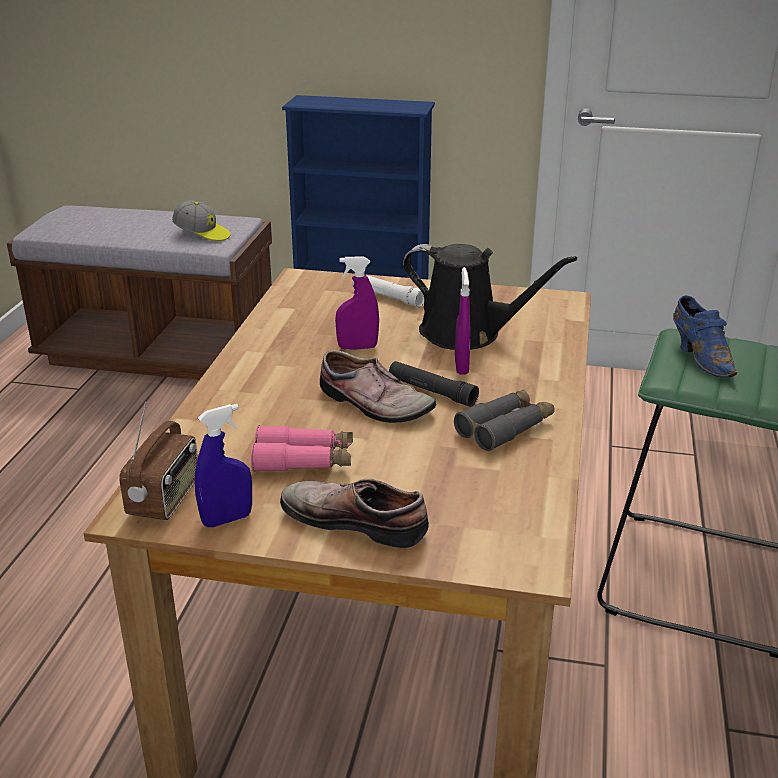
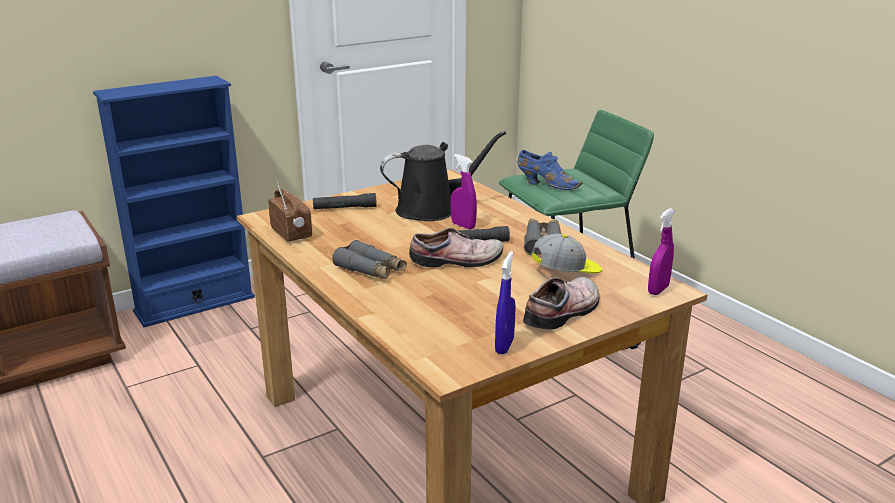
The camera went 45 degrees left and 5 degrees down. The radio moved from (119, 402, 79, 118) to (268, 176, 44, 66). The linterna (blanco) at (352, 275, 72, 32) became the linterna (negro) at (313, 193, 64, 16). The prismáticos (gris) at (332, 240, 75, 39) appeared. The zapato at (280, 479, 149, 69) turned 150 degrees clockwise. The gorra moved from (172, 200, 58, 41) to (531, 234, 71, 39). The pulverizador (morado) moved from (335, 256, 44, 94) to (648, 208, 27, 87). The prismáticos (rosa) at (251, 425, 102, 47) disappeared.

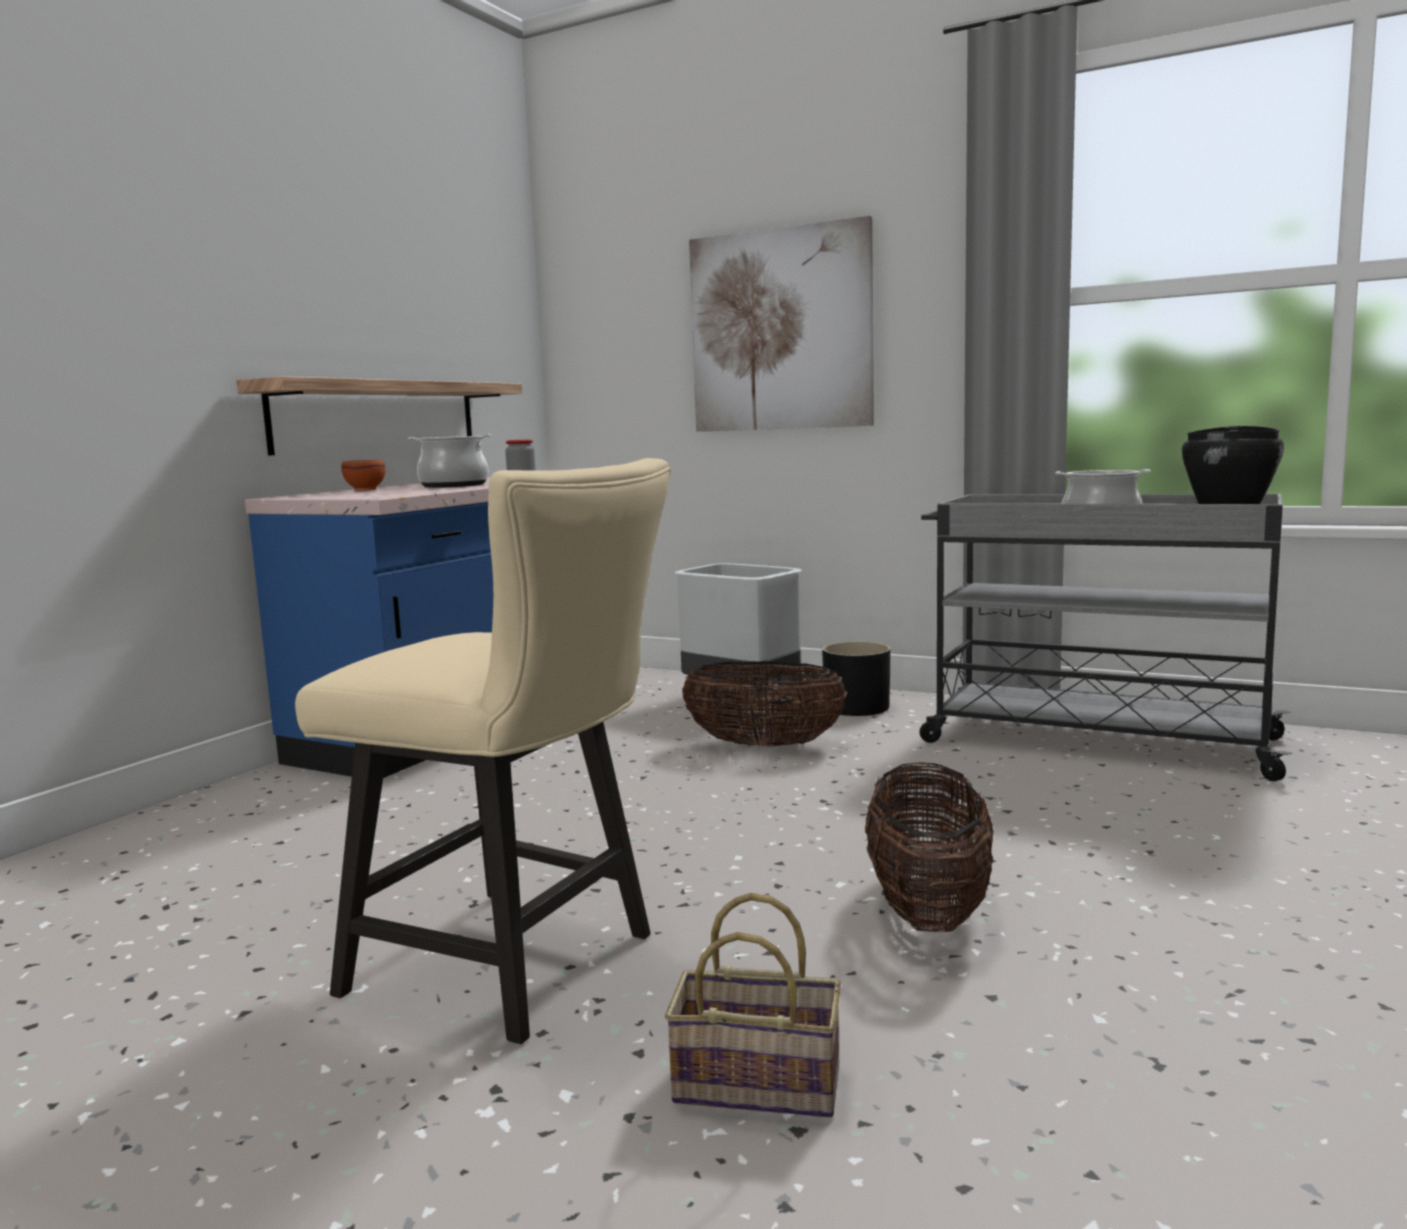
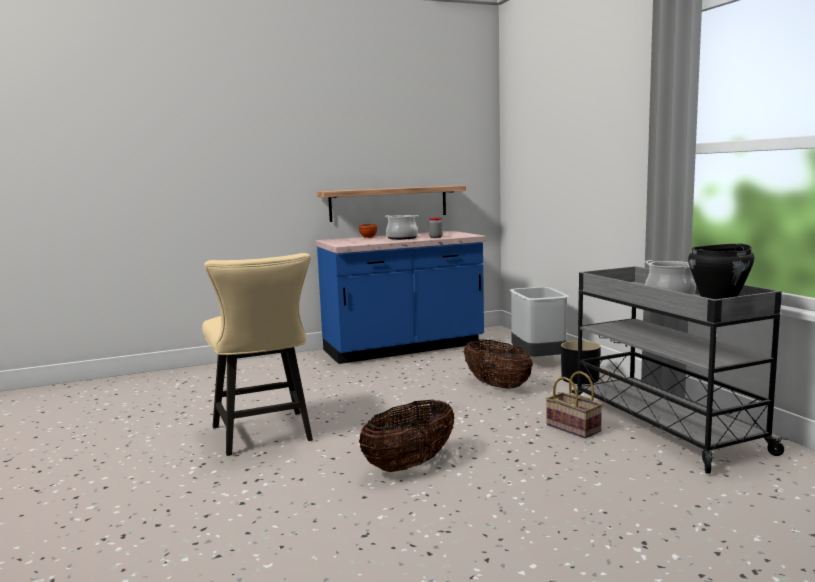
The camera went 40 degrees right and 0 degrees up. The cesta moved from (665, 893, 176, 225) to (546, 371, 57, 67). The cuadro at (689, 216, 185, 216) disappeared.

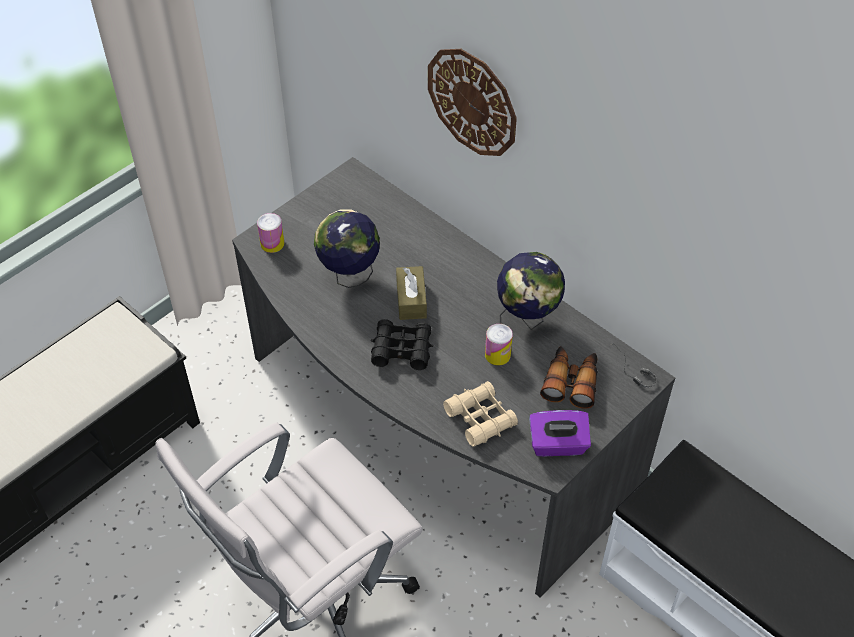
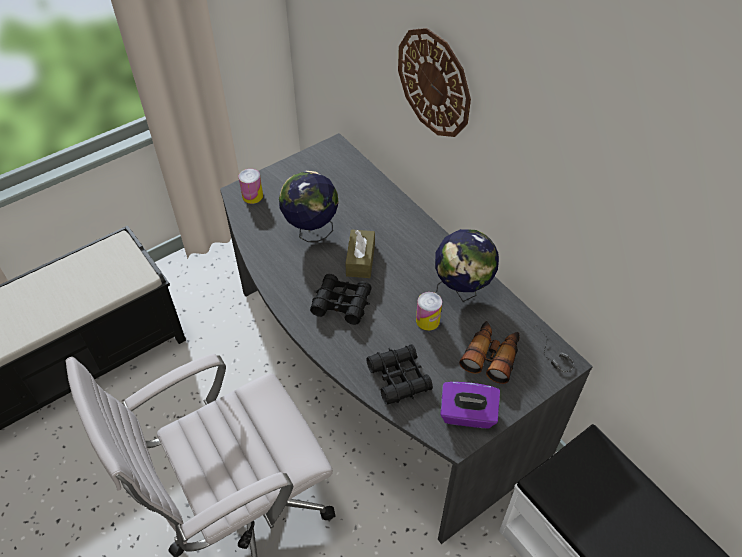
The camera went 10 degrees right and 0 degrees up. The prismáticos (beis) at (443, 381, 75, 65) became the prismáticos (negro) at (367, 344, 66, 61).

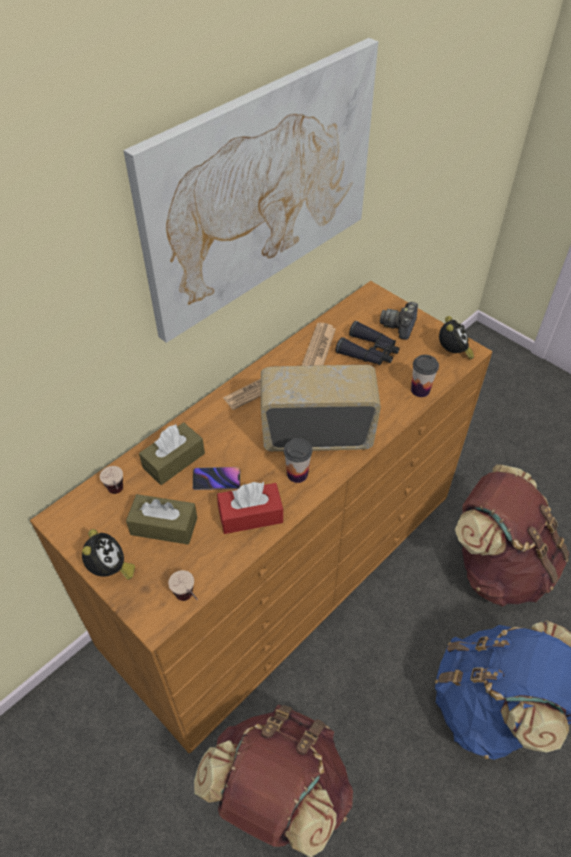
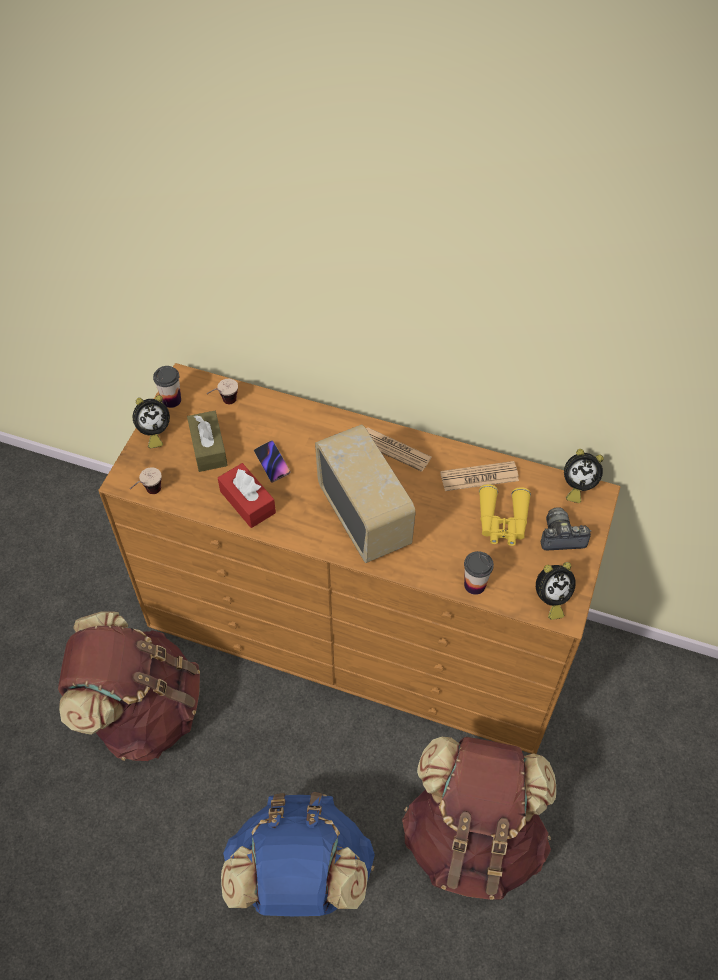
The camera went 65 degrees right and 5 degrees up. The taza moved from (284, 438, 28, 45) to (153, 366, 28, 42). The prismáticos (negro) at (336, 321, 64, 44) became the prismáticos (amarillo) at (479, 484, 52, 62). The despertador at (564, 449, 40, 54) appeared. The cuadro at (123, 38, 255, 305) disappeared. The caja de pañuelos (marrón) at (139, 422, 66, 63) disappeared.

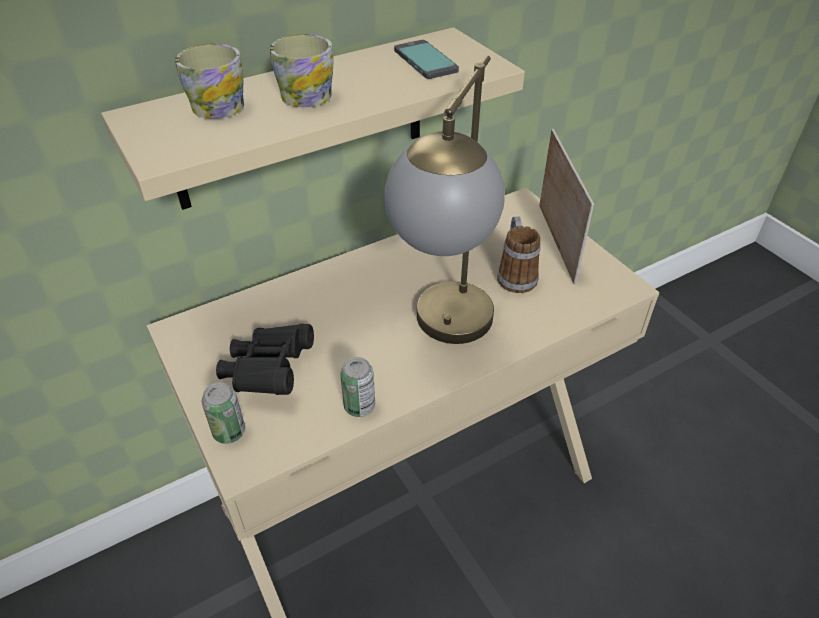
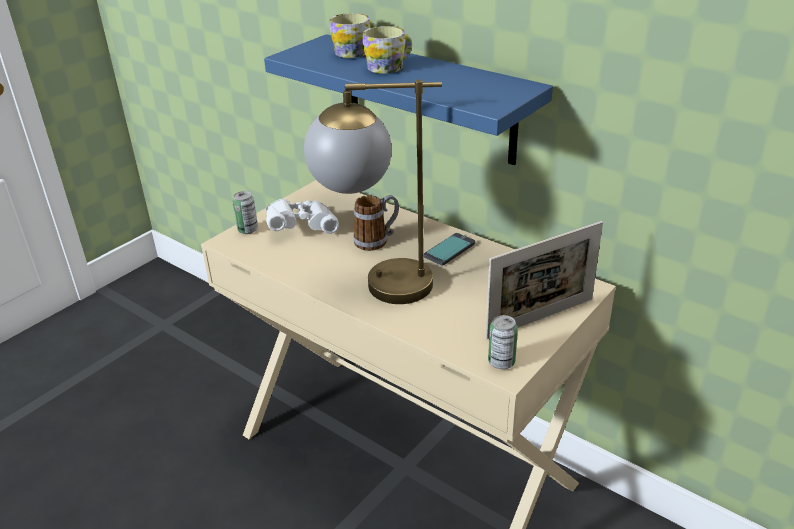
The camera went 70 degrees right and 10 degrees down. The estante (beis) at (101, 27, 424, 183) became the estante (azul) at (264, 34, 289, 131). The prismáticos (negro) at (216, 324, 98, 71) became the prismáticos (blanco) at (266, 199, 73, 35). The taza grande moved from (497, 217, 44, 76) to (353, 195, 46, 56). The móvil moved from (394, 40, 65, 39) to (424, 233, 51, 33). The lata moved from (340, 357, 35, 60) to (488, 315, 30, 54).

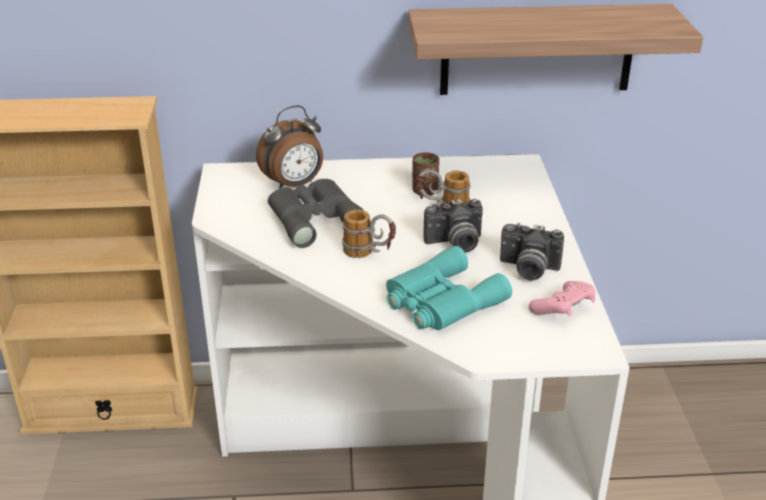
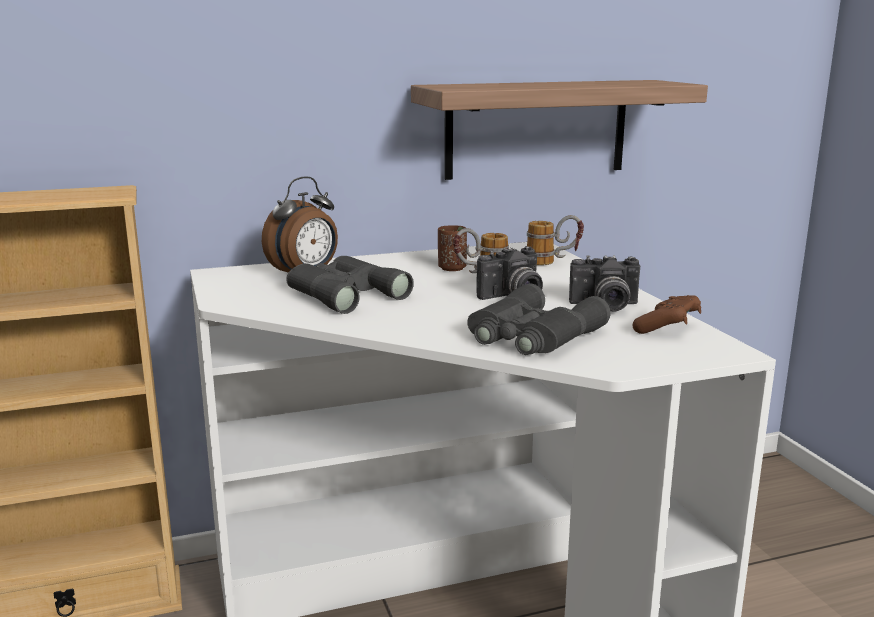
The camera went 15 degrees left and 15 degrees down. The prismáticos (turquesa) at (386, 246, 126, 84) became the prismáticos (gris) at (467, 284, 143, 71). The taza grande moved from (342, 209, 54, 49) to (527, 215, 57, 50). The mando de consola (rosa) at (529, 281, 66, 36) became the mando de consola (marrón) at (632, 295, 69, 39).

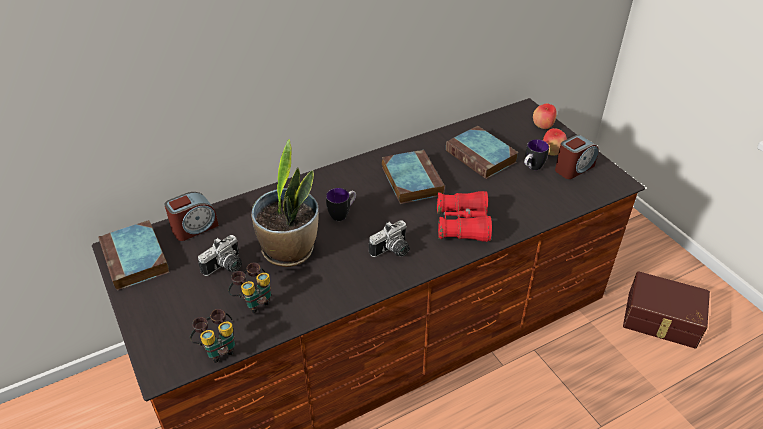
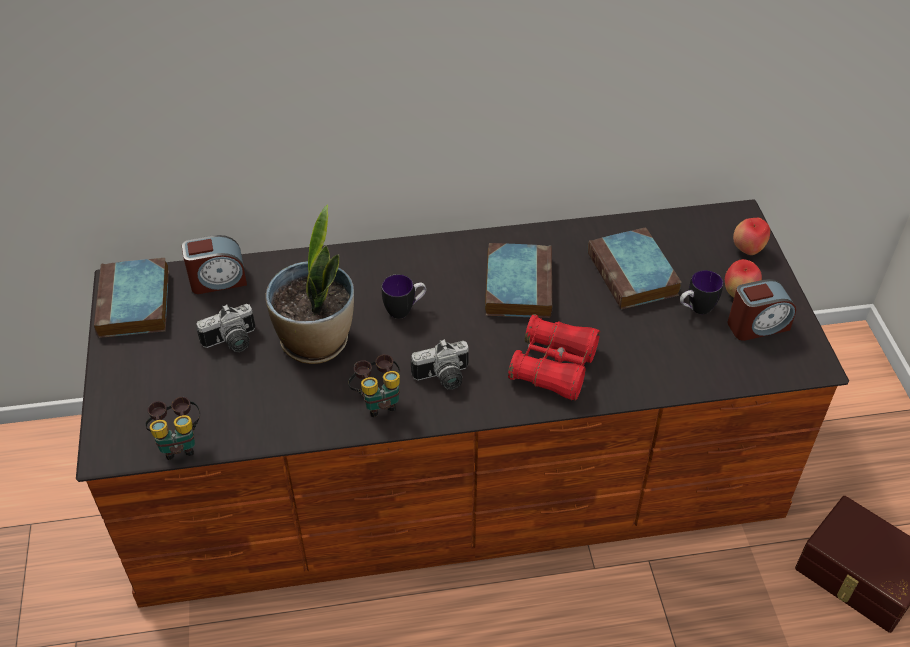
The camera went 20 degrees right and 5 degrees up. The prismáticos moved from (228, 262, 43, 52) to (348, 354, 52, 63).

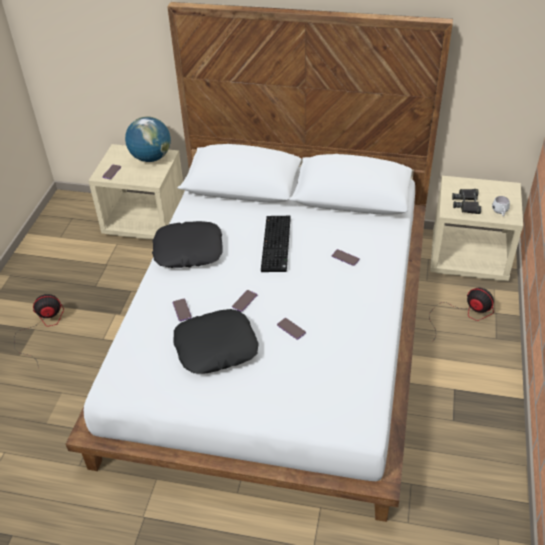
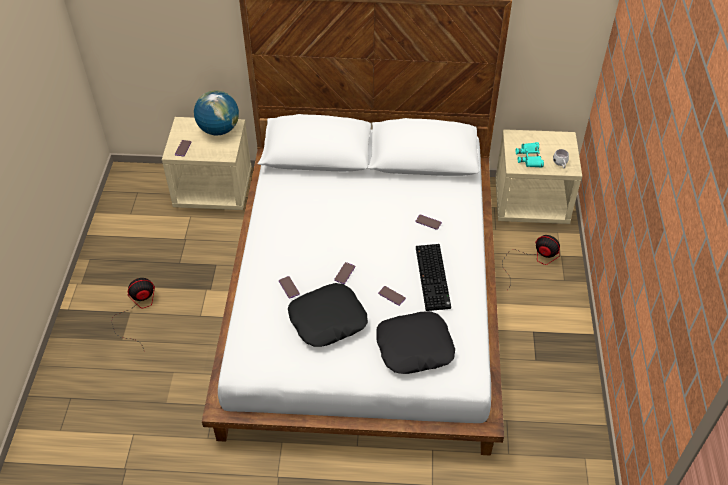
The camera went 10 degrees left and 5 degrees up. The cojín (negro) moved from (152, 221, 71, 47) to (376, 311, 79, 63). The teclado moved from (261, 216, 30, 56) to (416, 244, 35, 67). The prismáticos (negro) at (452, 189, 29, 25) became the prismáticos (turquesa) at (516, 142, 28, 26).

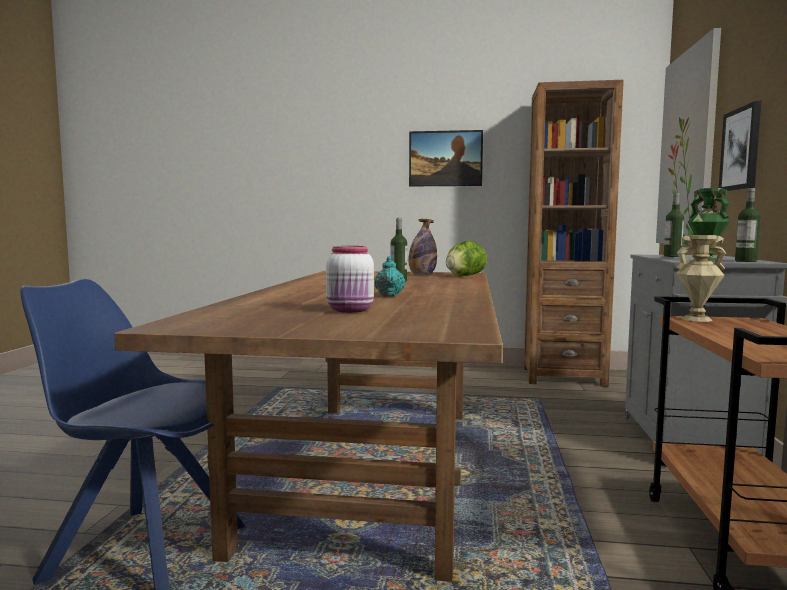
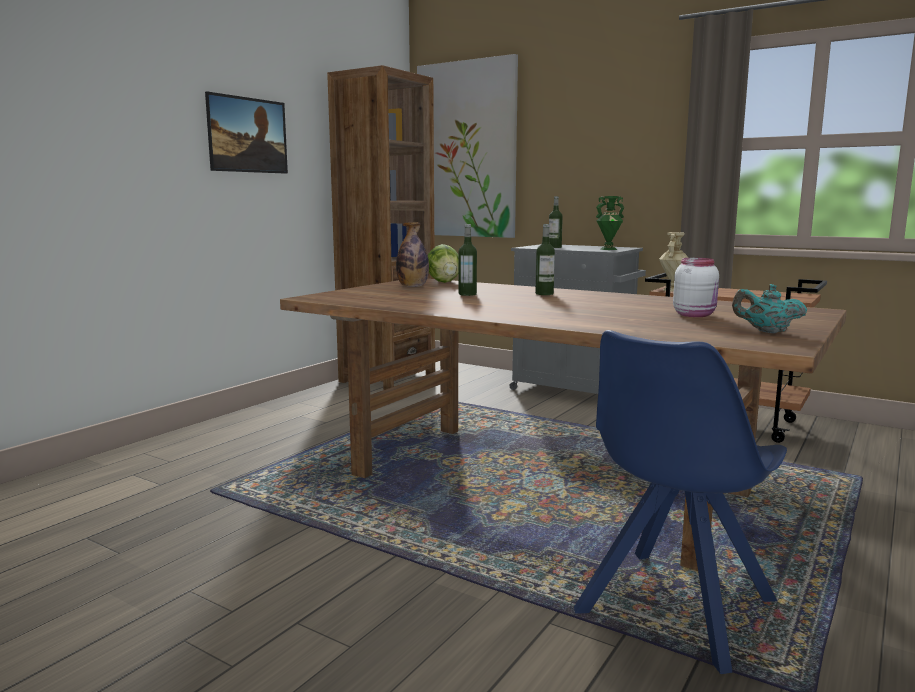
The camera went 65 degrees left and 5 degrees up. The botella moved from (735, 188, 26, 74) to (535, 224, 20, 71). The tetera (turquesa) moved from (375, 256, 30, 41) to (732, 284, 75, 50). The cuadro at (719, 101, 42, 90) disappeared.

